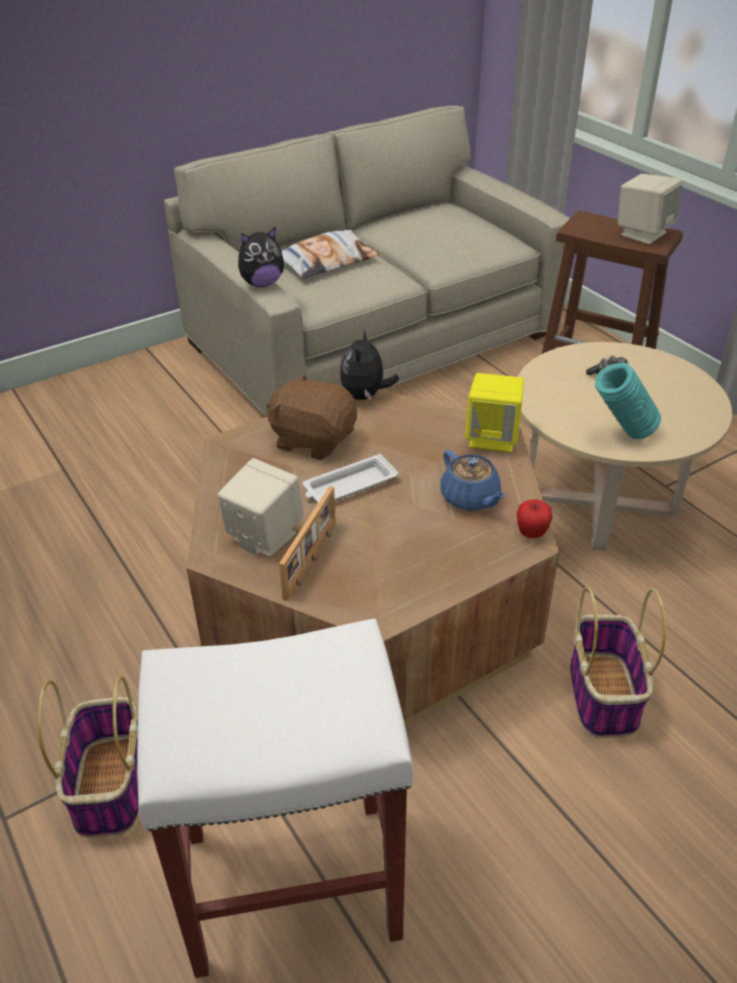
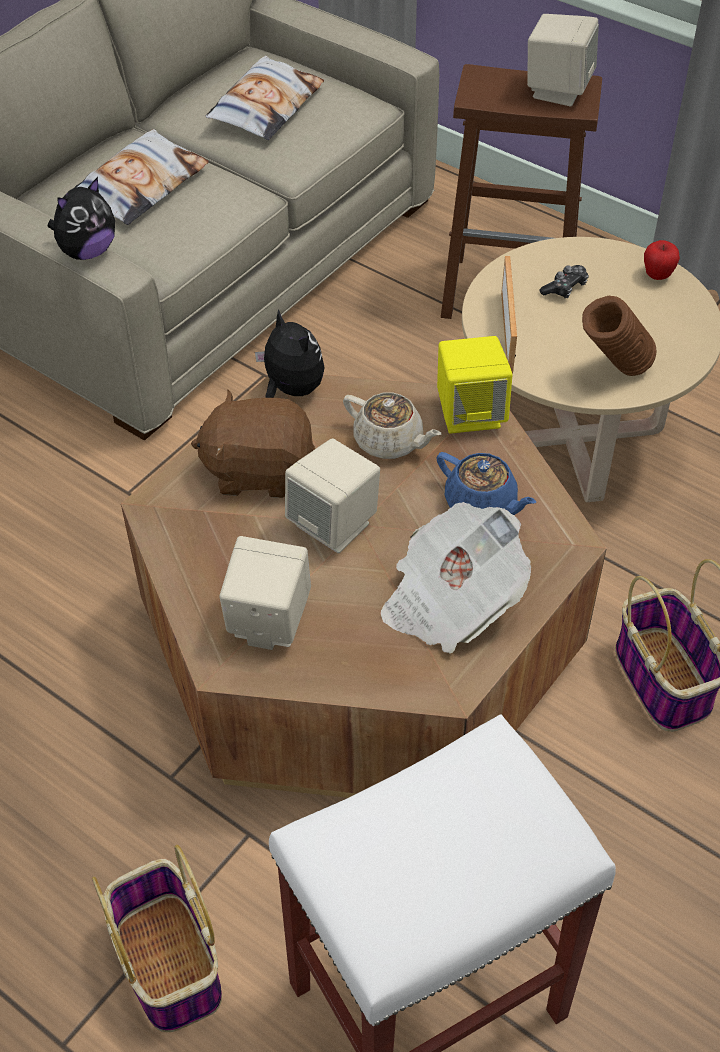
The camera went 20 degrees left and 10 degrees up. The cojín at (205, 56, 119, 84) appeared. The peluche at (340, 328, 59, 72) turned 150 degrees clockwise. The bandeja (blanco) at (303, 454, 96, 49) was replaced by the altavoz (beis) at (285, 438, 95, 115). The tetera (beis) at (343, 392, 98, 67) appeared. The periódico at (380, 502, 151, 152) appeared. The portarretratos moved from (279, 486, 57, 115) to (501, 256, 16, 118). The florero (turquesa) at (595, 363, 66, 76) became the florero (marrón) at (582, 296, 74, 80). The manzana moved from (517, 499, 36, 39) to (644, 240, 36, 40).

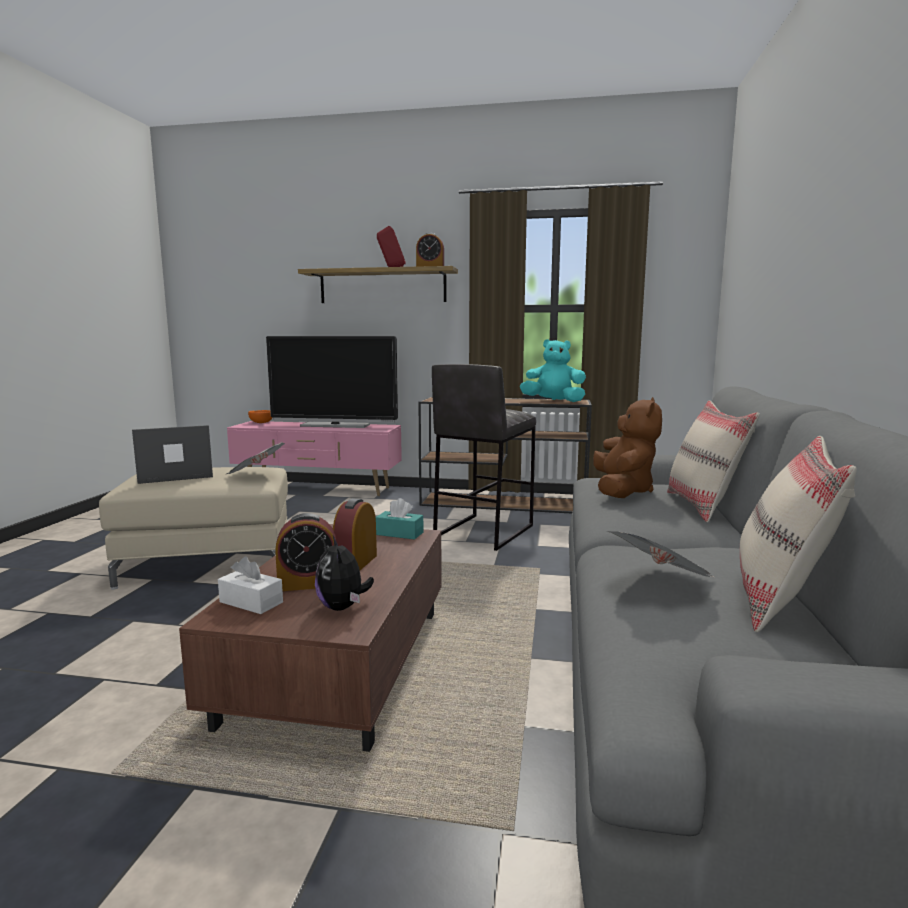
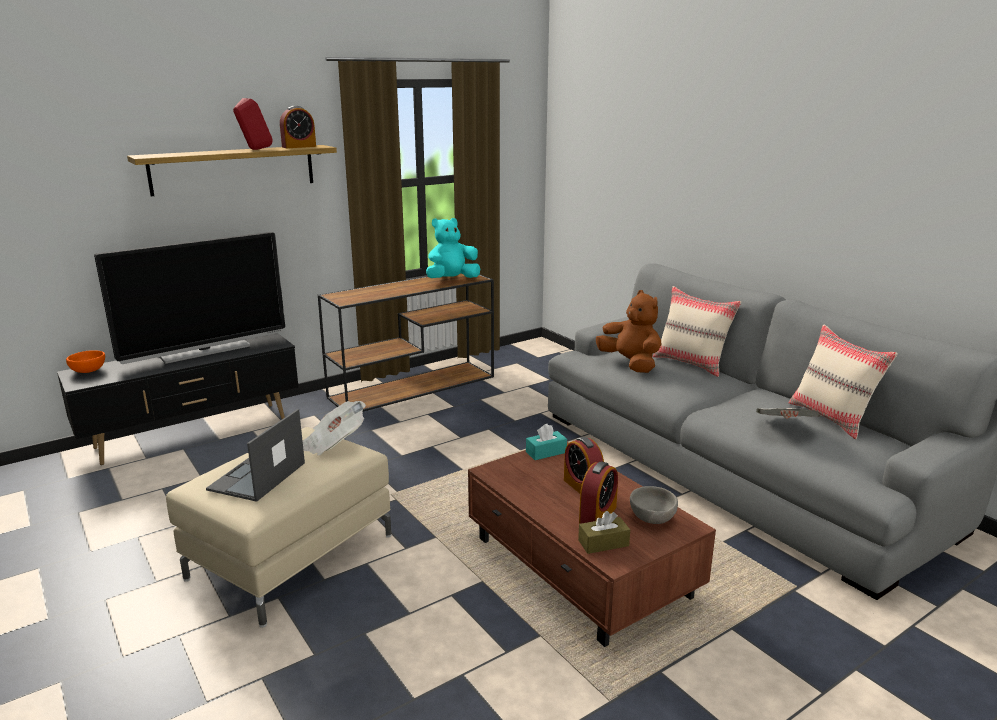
The camera went 45 degrees left and 10 degrees up. The mueble de televisión (rosa) at (227, 421, 175, 75) became the mueble de televisión (negro) at (57, 333, 241, 132). The caja de pañuelos (blanco) at (218, 556, 65, 58) became the caja de pañuelos (marrón) at (578, 511, 52, 43). The peluche at (315, 536, 59, 75) was replaced by the cuenco (gris) at (630, 486, 48, 38). The taburete (gris) at (432, 364, 104, 187) disappeared.

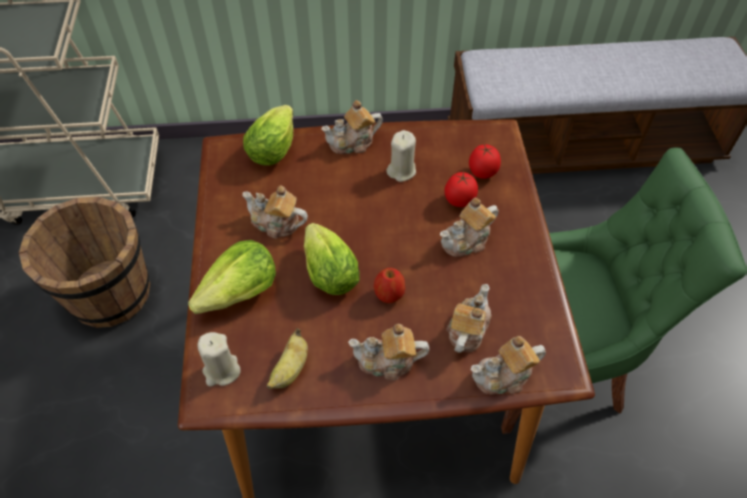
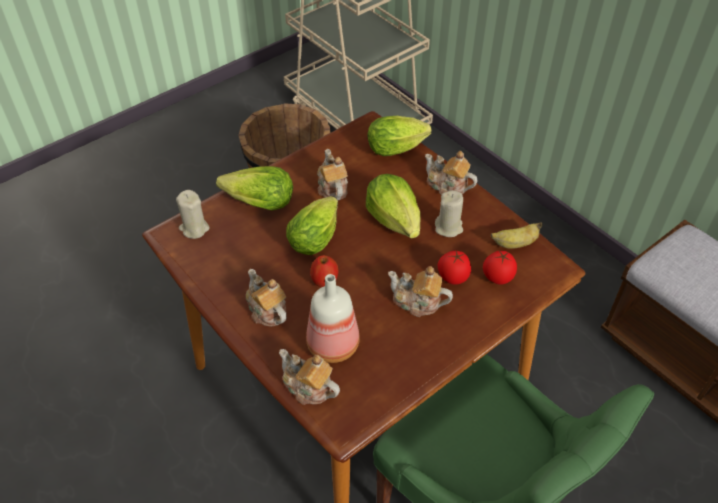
The camera went 55 degrees right and 5 degrees down. The tetera at (446, 284, 45, 69) was replaced by the botella at (306, 274, 54, 89). The lechuga at (366, 174, 54, 64) appeared. The plátano moved from (267, 328, 41, 61) to (491, 222, 51, 27).

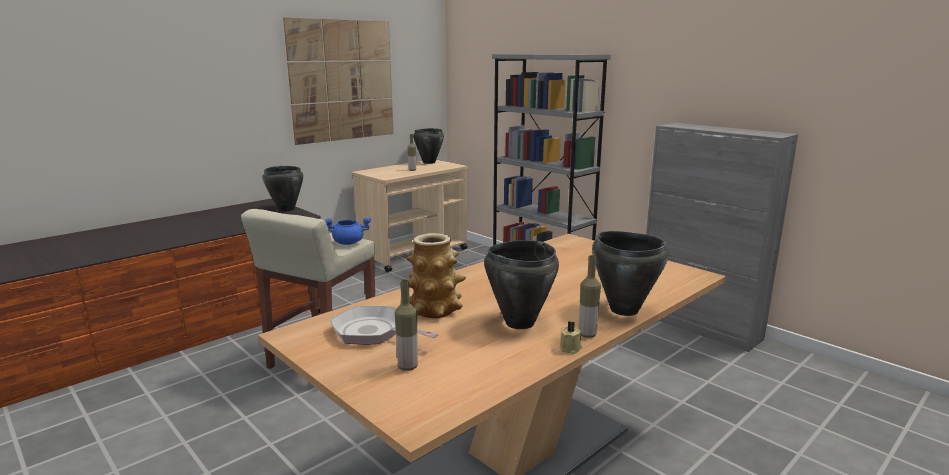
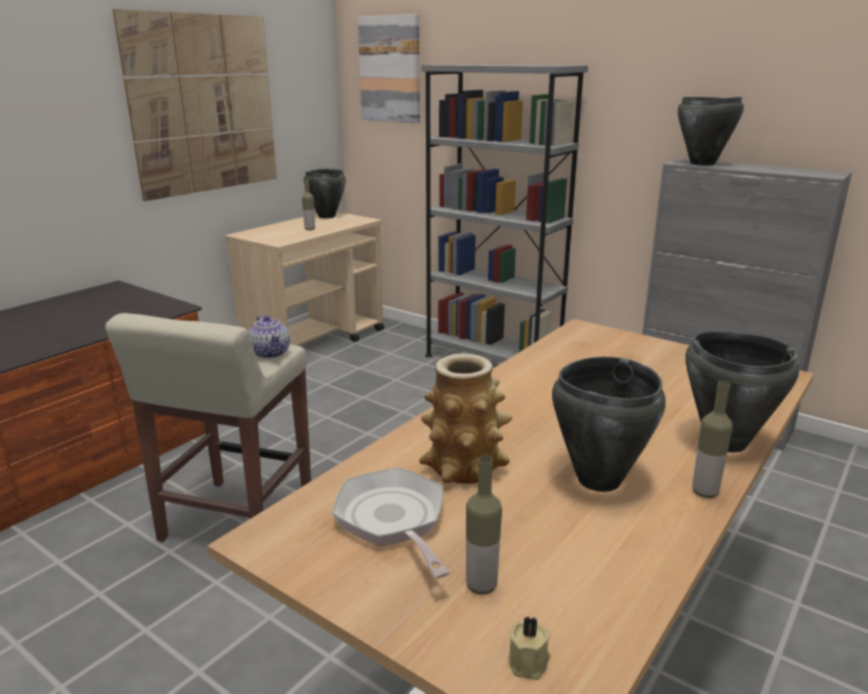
The camera went 10 degrees left and 5 degrees up. The olla (azul) at (324, 217, 47, 28) was replaced by the tetera at (249, 315, 41, 44). The sartén at (330, 306, 109, 38) turned 45 degrees clockwise. The cuadro at (358, 14, 62, 109) appeared. The vela (beis) moved from (560, 321, 22, 33) to (509, 616, 41, 64). The olla (negro) moved from (263, 166, 40, 46) to (678, 97, 66, 69).

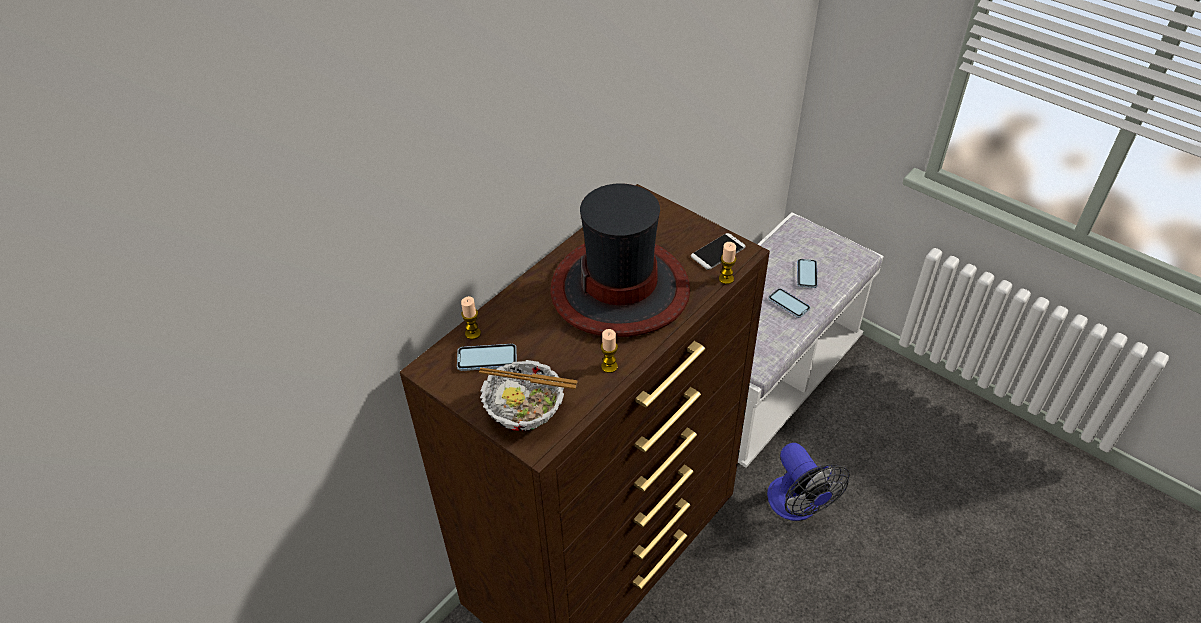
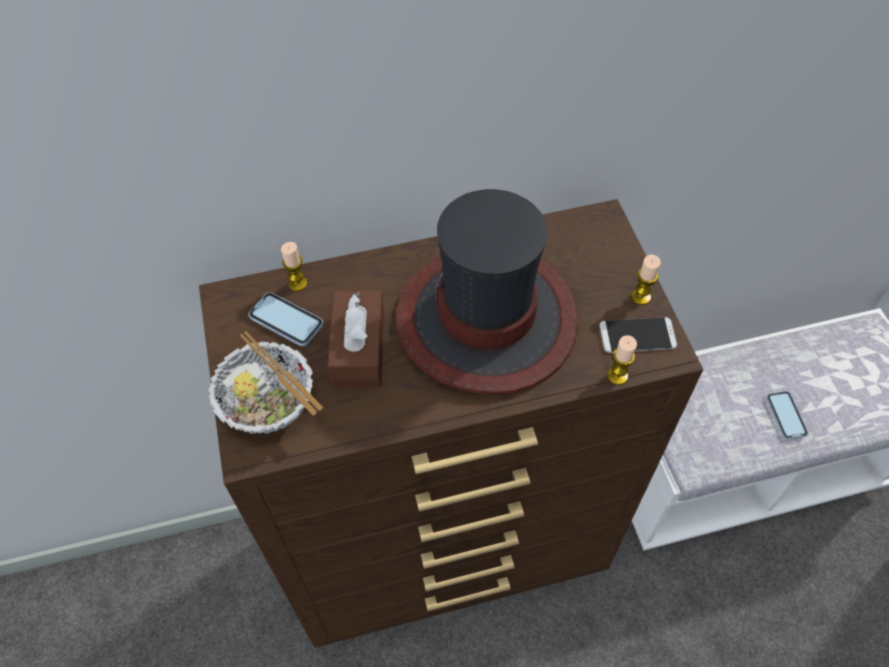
The camera went 35 degrees right and 10 degrees up. The caja de pañuelos (marrón) at (328, 290, 56, 98) appeared. The vela moved from (601, 329, 17, 44) to (631, 255, 30, 50). The ventilador at (767, 443, 83, 78) disappeared. The móvil at (797, 259, 21, 29) disappeared.

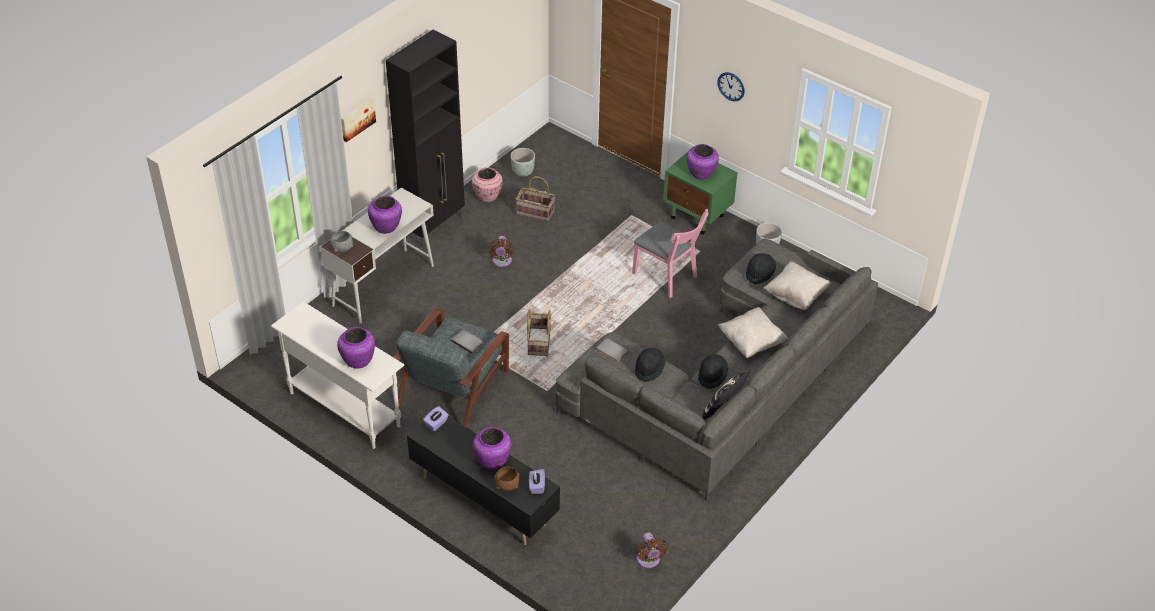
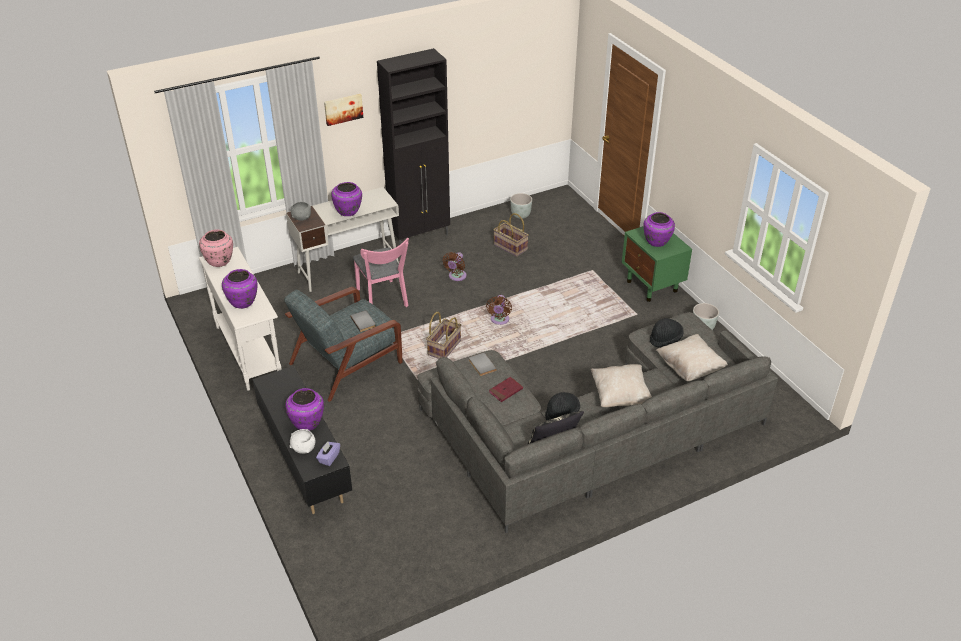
The camera went 25 degrees right and 5 degrees down. The florero (rosa) moved from (472, 167, 31, 35) to (199, 229, 34, 38). The cuenco (marrón) at (494, 466, 26, 25) became the cuenco (blanco) at (289, 429, 26, 25). The silla (rosa) moved from (632, 209, 76, 89) to (353, 238, 56, 69). The ventilador (marrón) moved from (636, 532, 32, 36) to (486, 295, 26, 30). The sombrero (negro) at (635, 348, 31, 34) was replaced by the libro (rojo) at (489, 377, 34, 25). The caja de pañuelos (morado) at (423, 406, 26, 25) disappeared. The reloj de pared at (717, 72, 28, 29) disappeared.

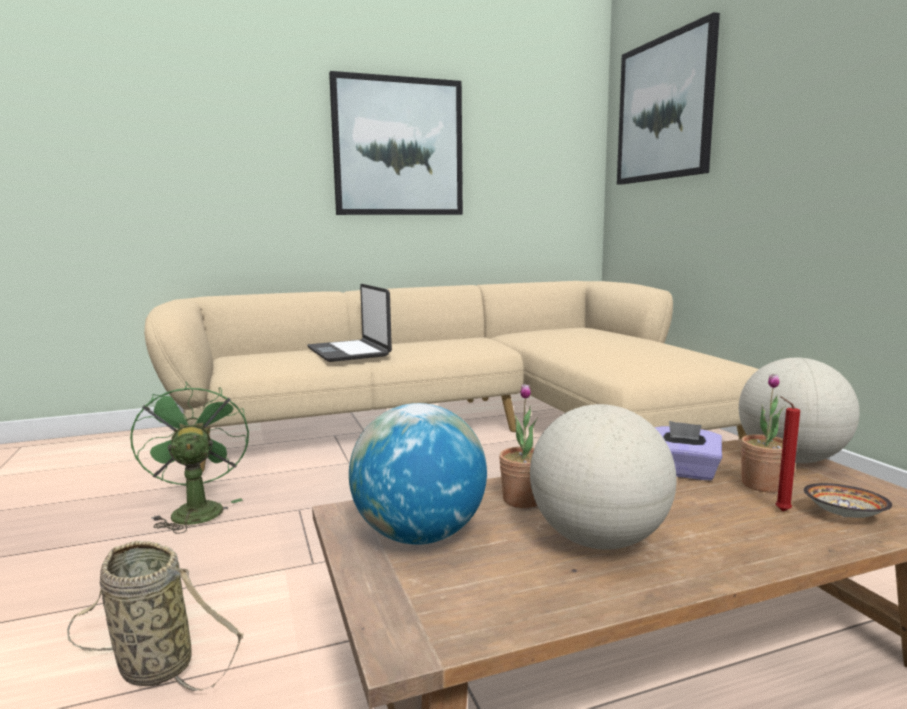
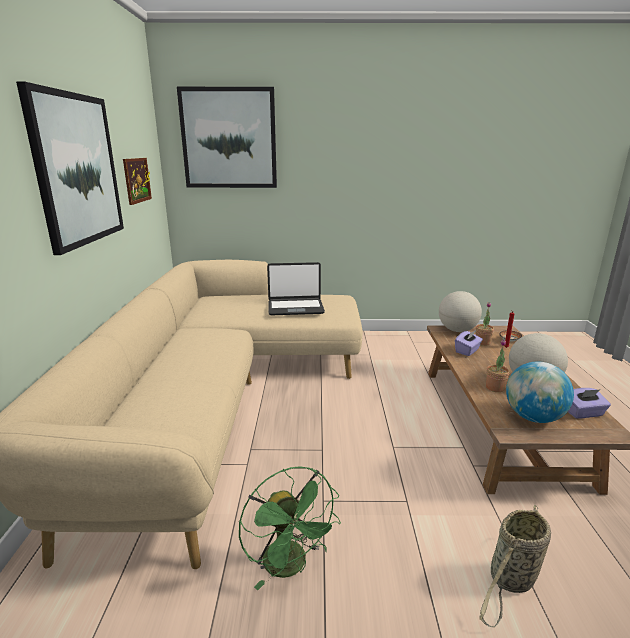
The camera went 70 degrees left and 10 degrees up. The cuadro at (123, 158, 29, 47) appeared. The ventilador (verde) at (130, 381, 119, 153) turned 120 degrees counterclockwise. The portátil moved from (307, 284, 85, 78) to (267, 262, 58, 53). The caja de pañuelos (morado) at (568, 388, 43, 31) appeared.

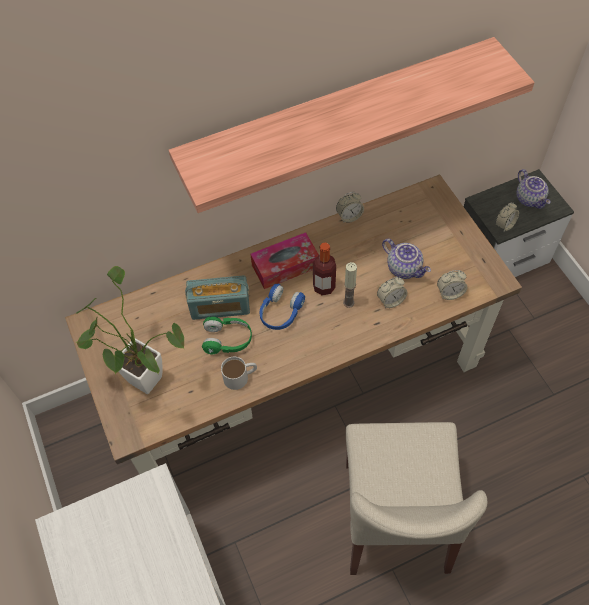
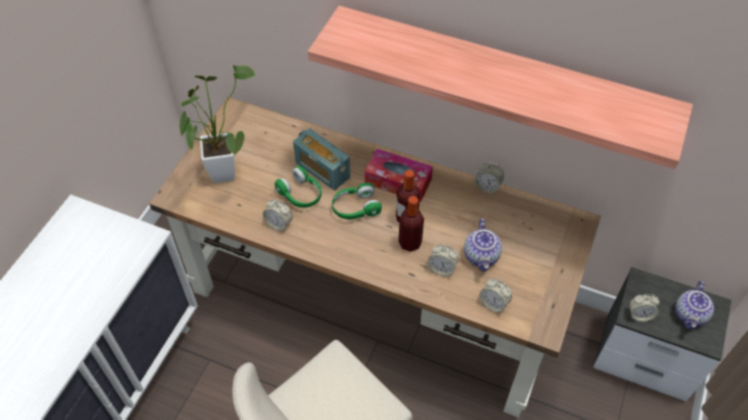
The camera went 45 degrees right and 5 degrees down. The taza grande (blanco) at (221, 357, 36, 33) was replaced by the despertador at (263, 199, 30, 33). The auriculares (azul) at (259, 284, 46, 46) became the auriculares (verde) at (332, 183, 50, 36). The vela at (343, 262, 14, 46) was replaced by the botella at (399, 196, 25, 56).

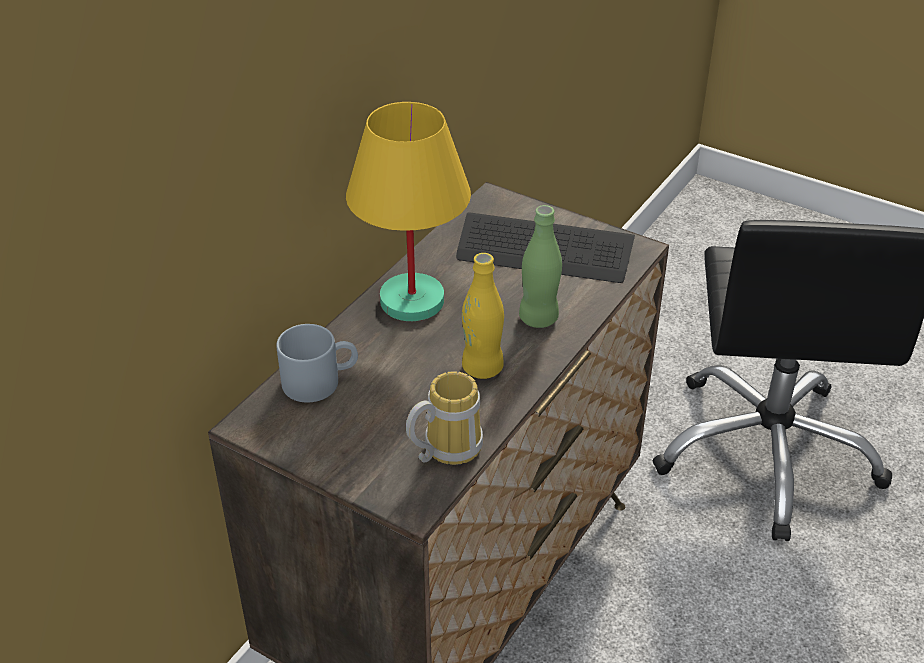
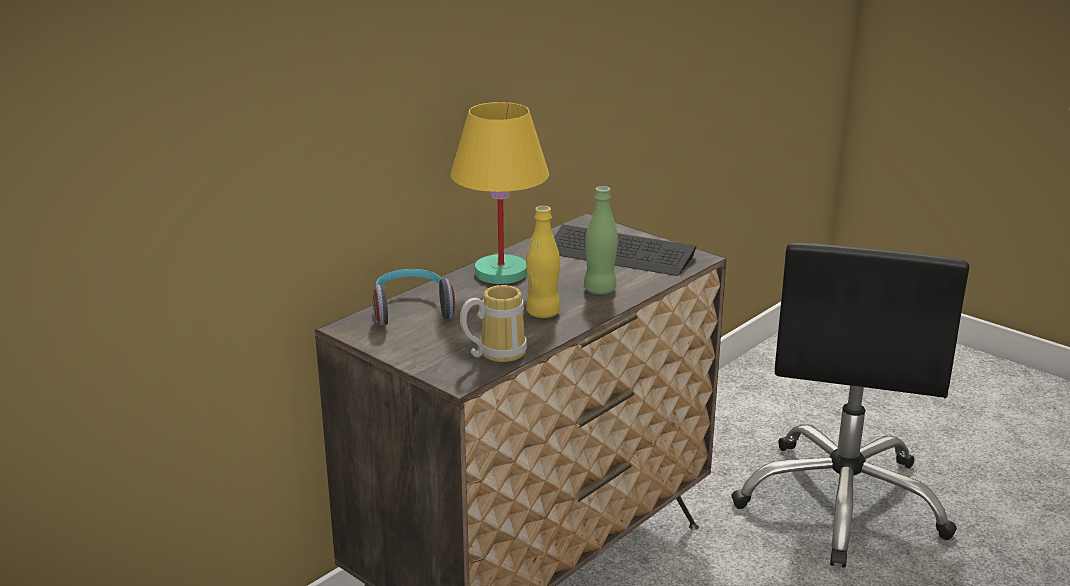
The camera went 10 degrees right and 15 degrees down. The taza grande (gris) at (276, 324, 82, 79) was replaced by the auriculares at (373, 269, 82, 57).

